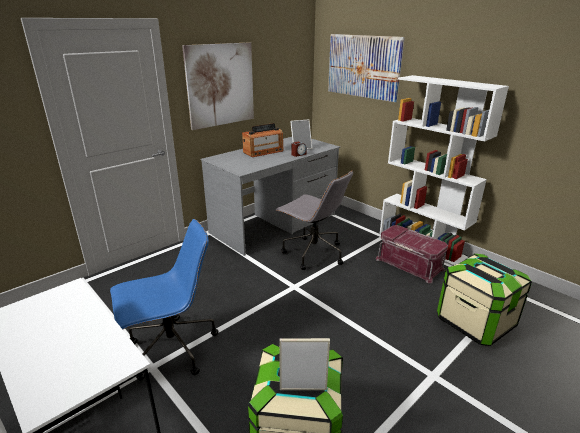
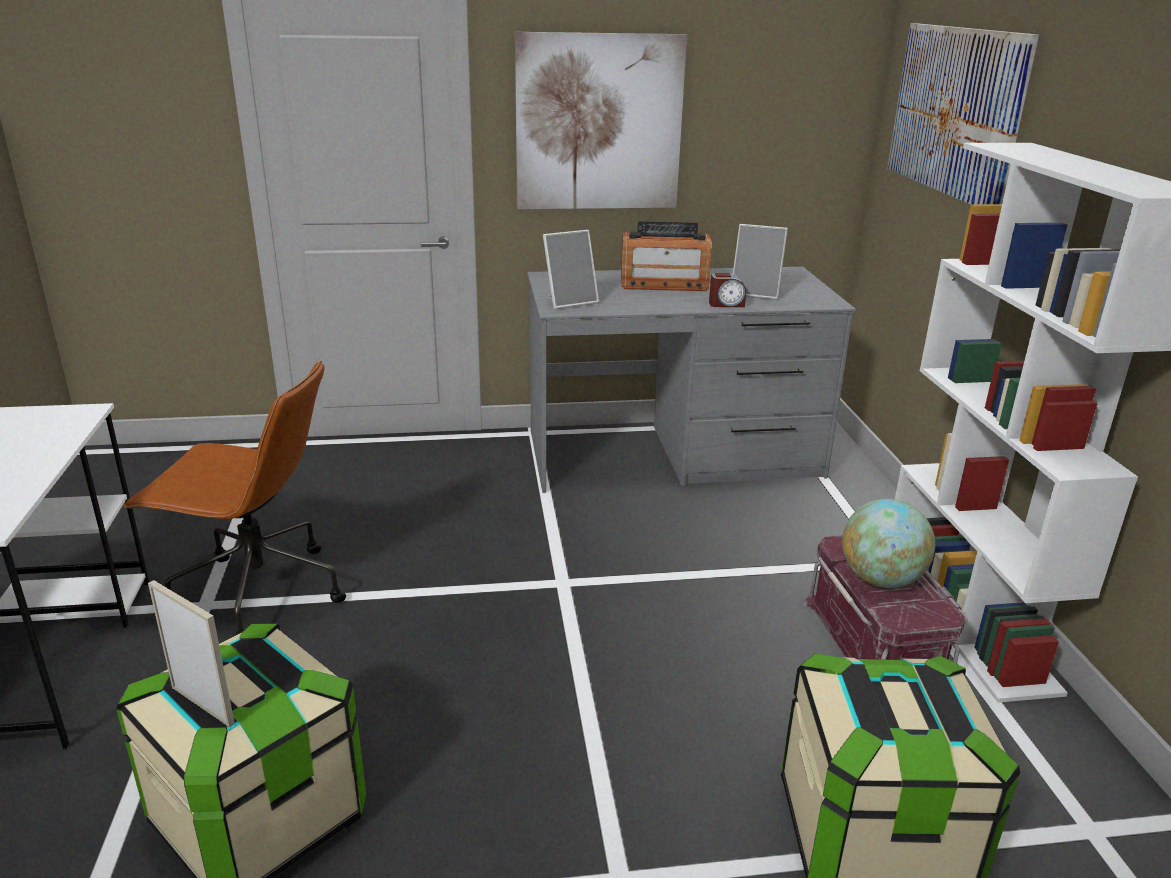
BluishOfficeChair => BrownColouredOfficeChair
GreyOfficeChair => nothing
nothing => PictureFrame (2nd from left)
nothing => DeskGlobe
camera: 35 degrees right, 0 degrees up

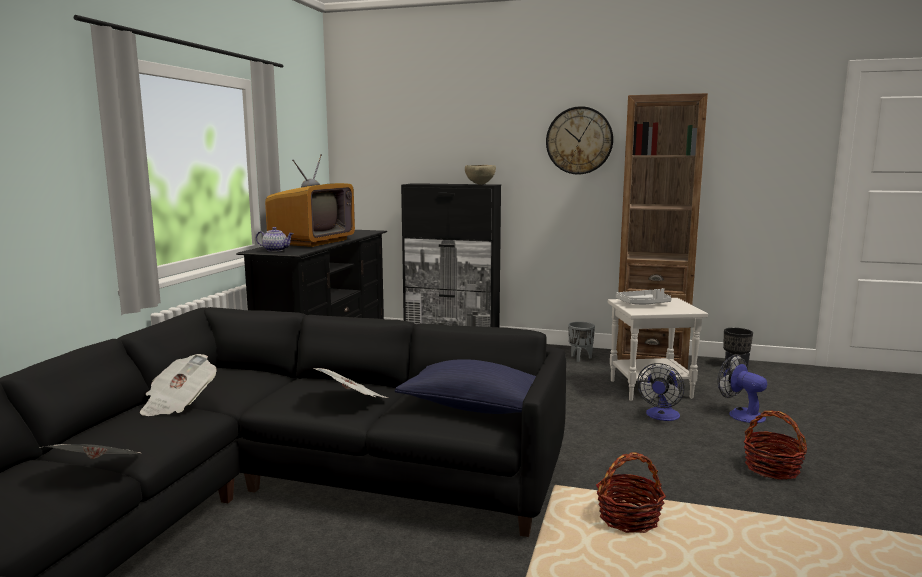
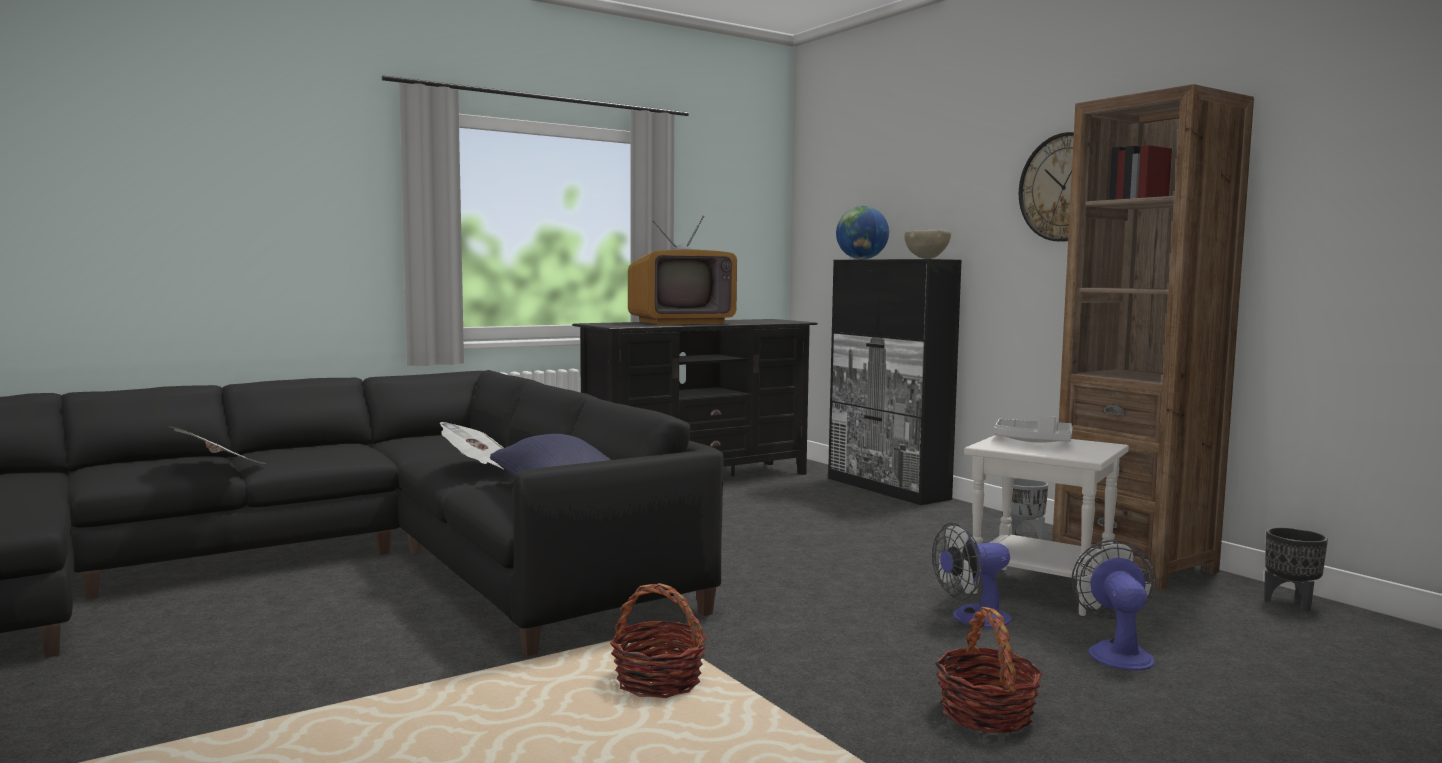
DailyPaper (2nd from left) => nothing
PotForTea => nothing
nothing => DeskGlobe
camera: 40 degrees right, 5 degrees down

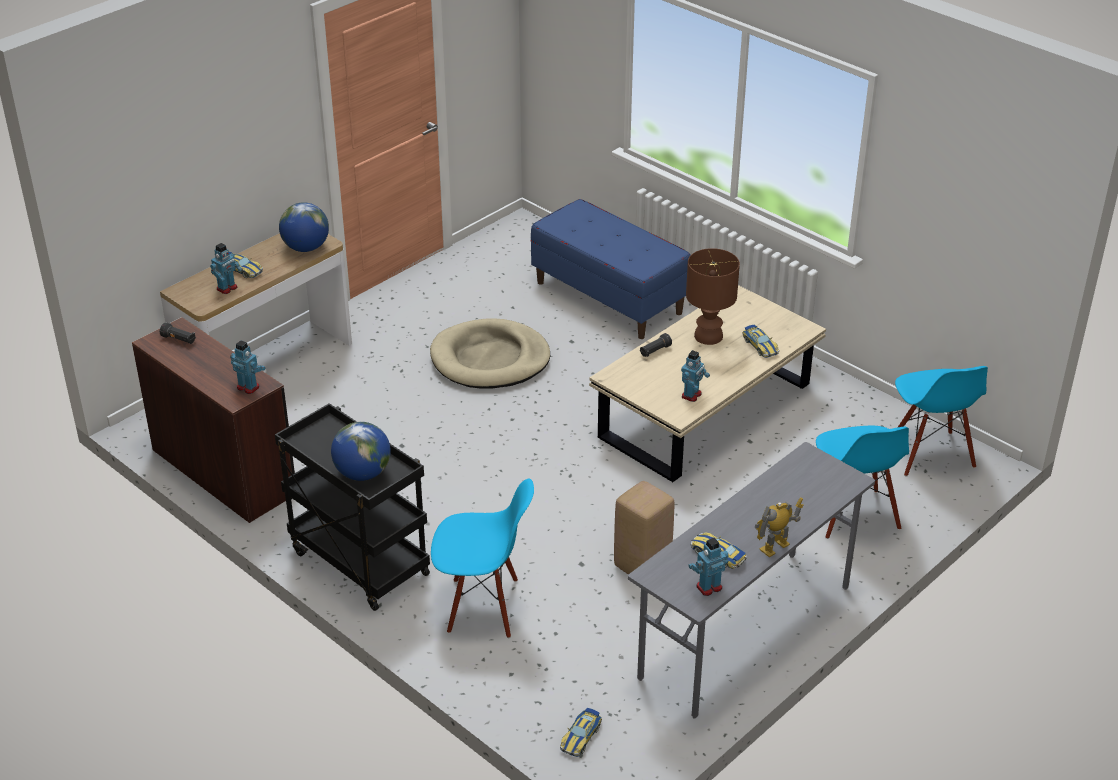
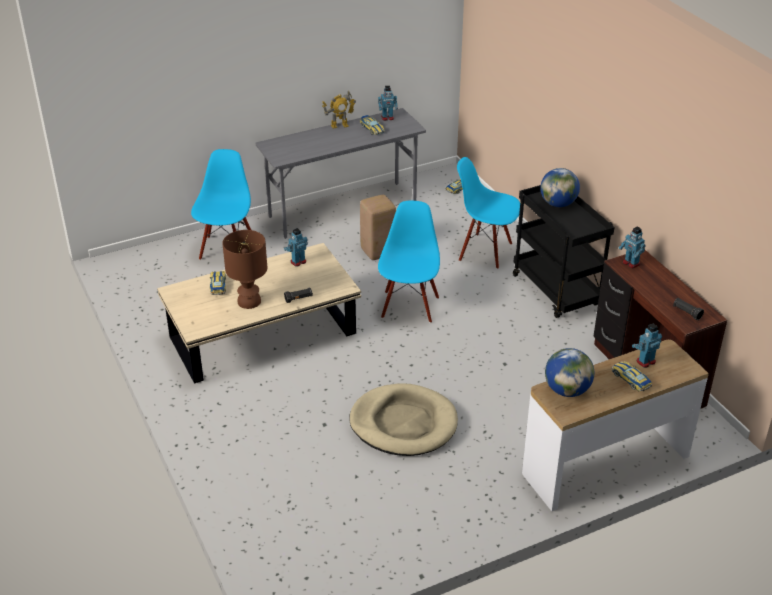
BluishBench => nothing
BluishChair (3rd from left in the first image) => BluishChair (2nd from left), move
camera: 160 degrees left, 0 degrees up

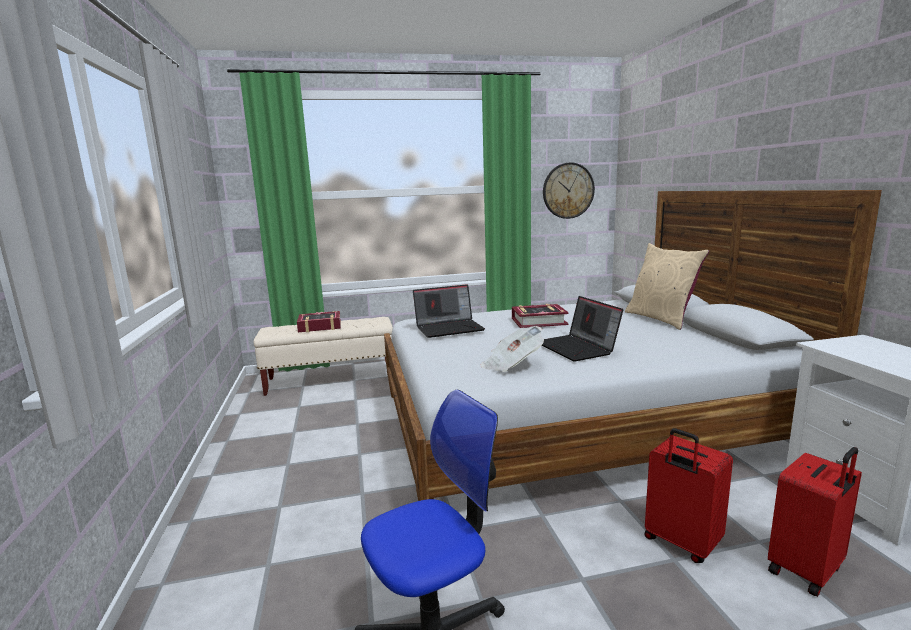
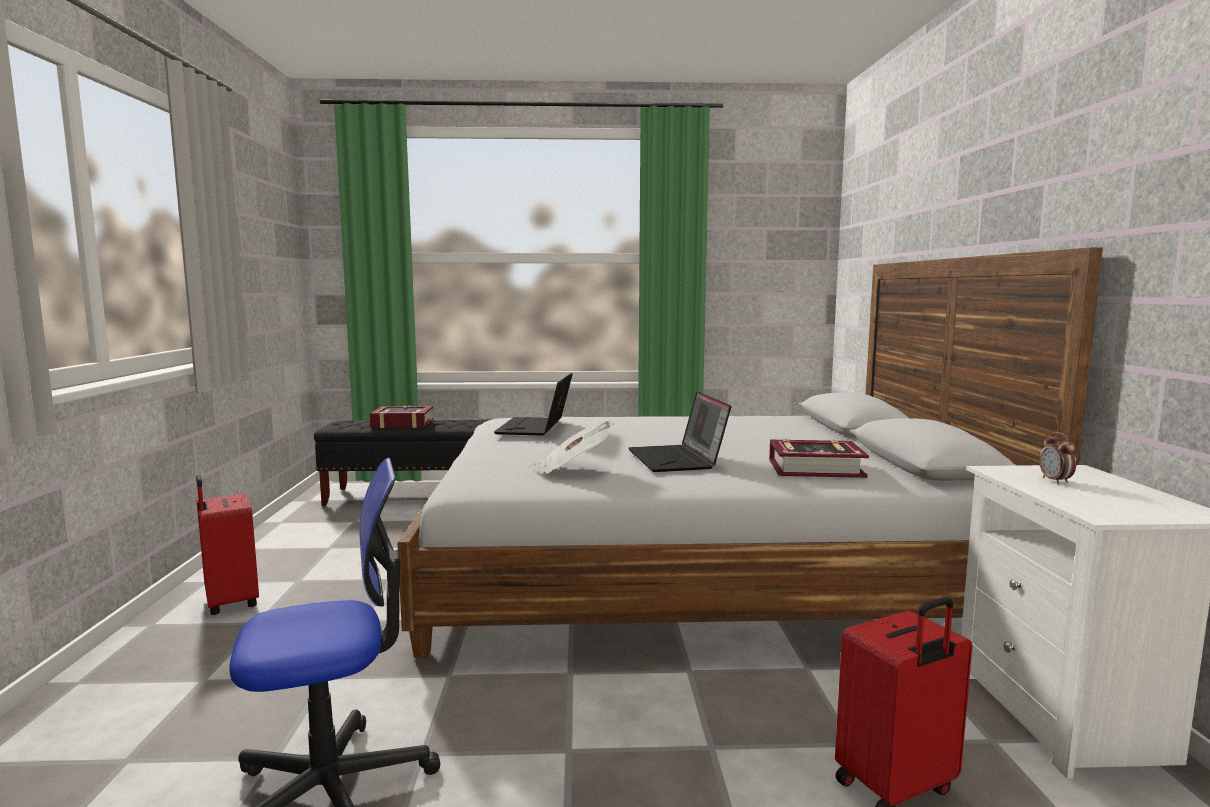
BeigeColouredBench => BlackishBench
Laptop (1st from left), 105 degrees clockwise
Volume (2nd from left), move
HangingClock => nothing
BeigeColouredThrowPillow => nothing
RedColouredSuitcase (1st from left), move
nothing => AlarmClock
camera: 10 degrees right, 5 degrees down

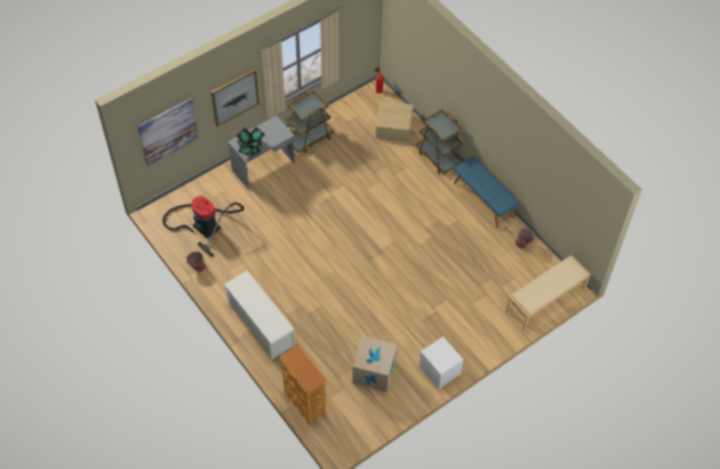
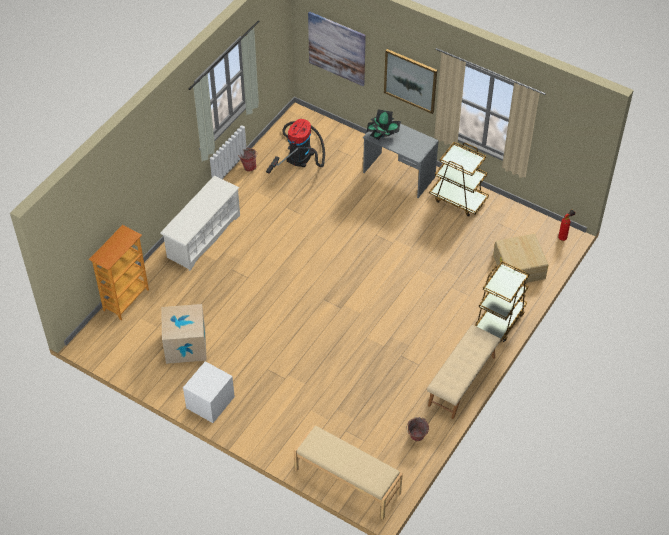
BluishBench => BeigeColouredBench (2nd from left)
camera: 70 degrees right, 5 degrees down

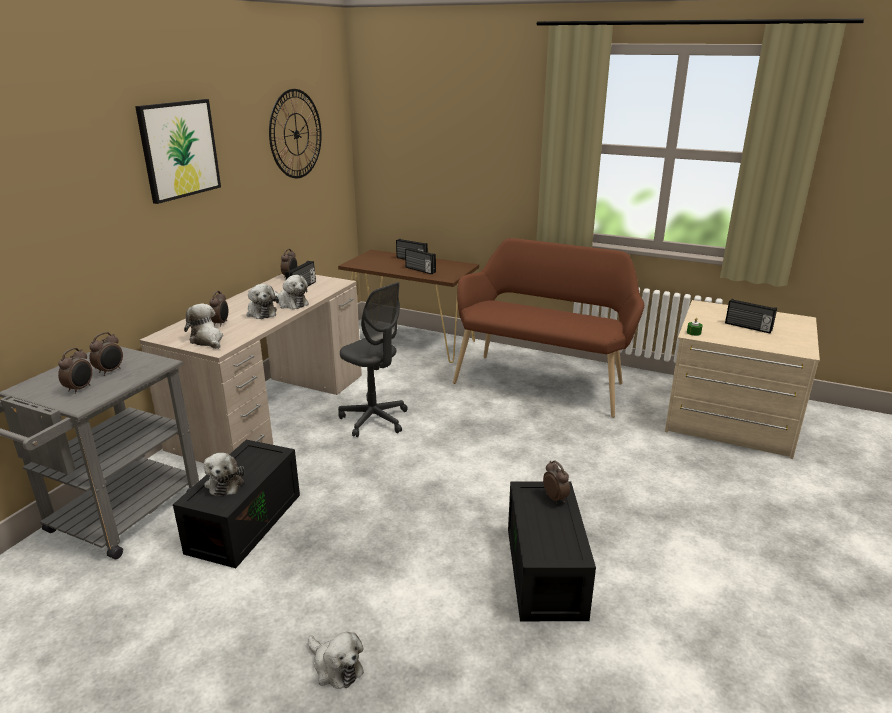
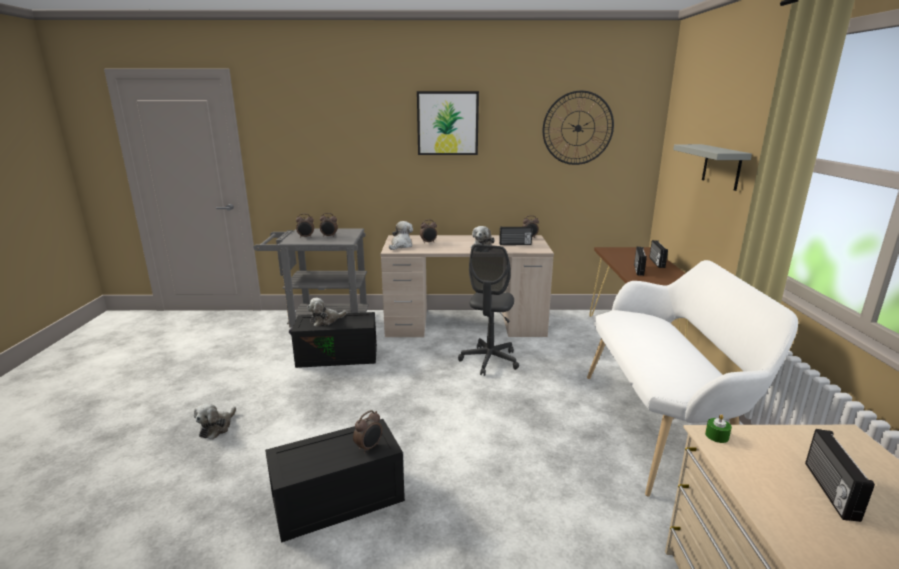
PlushToy (3rd from left) => nothing
BrownColouredBench => WhiteColouredBench
nothing => GreyWallShelf
camera: 65 degrees right, 5 degrees down

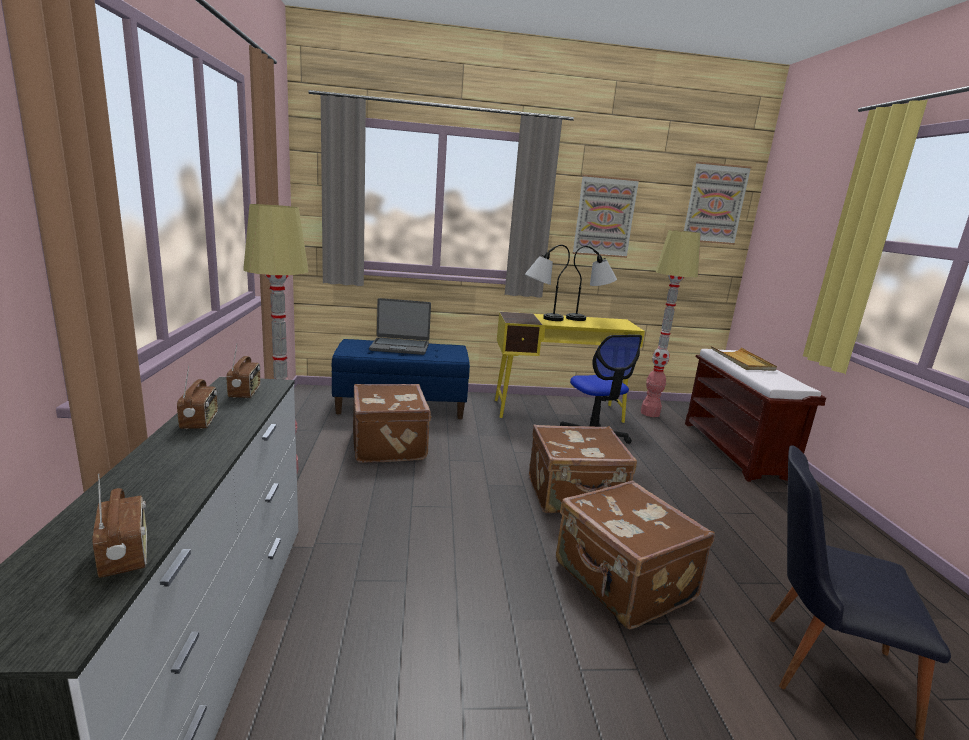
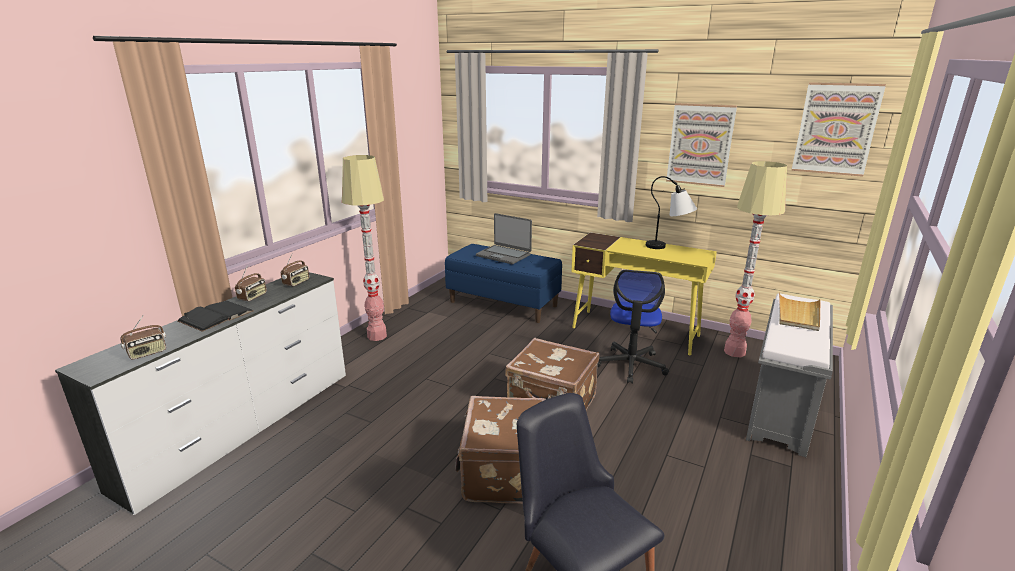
RadioReceiver (1st from left), 45 degrees clockwise
BrownColouredSuitcase (1st from left) => nothing
TableLamp (1st from left) => nothing
BrownColouredBench => GreyBench
nothing => BlackishVolume
camera: 35 degrees right, 5 degrees up

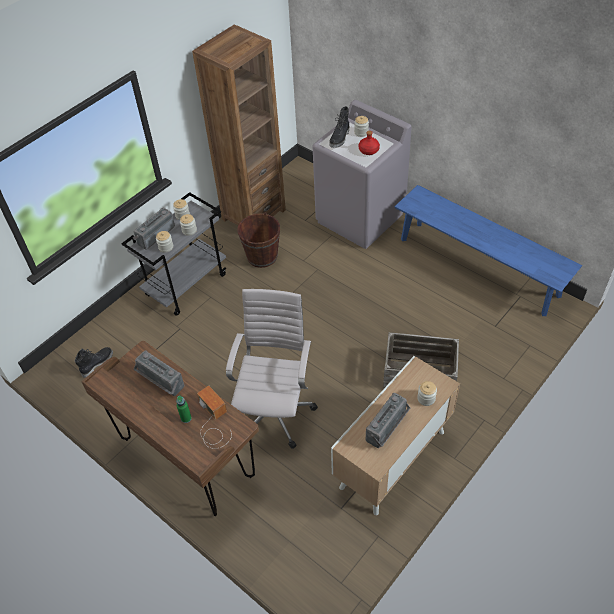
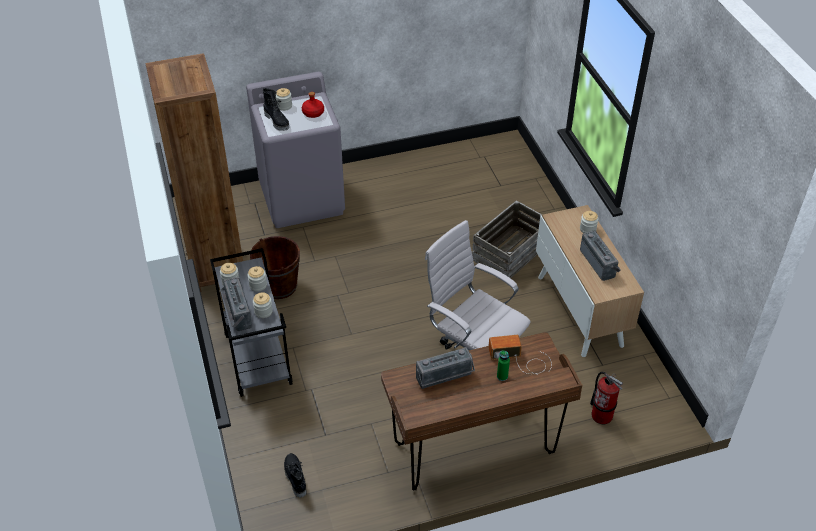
BluishBench => nothing
nothing => FireFightingCylinder
camera: 60 degrees left, 5 degrees down

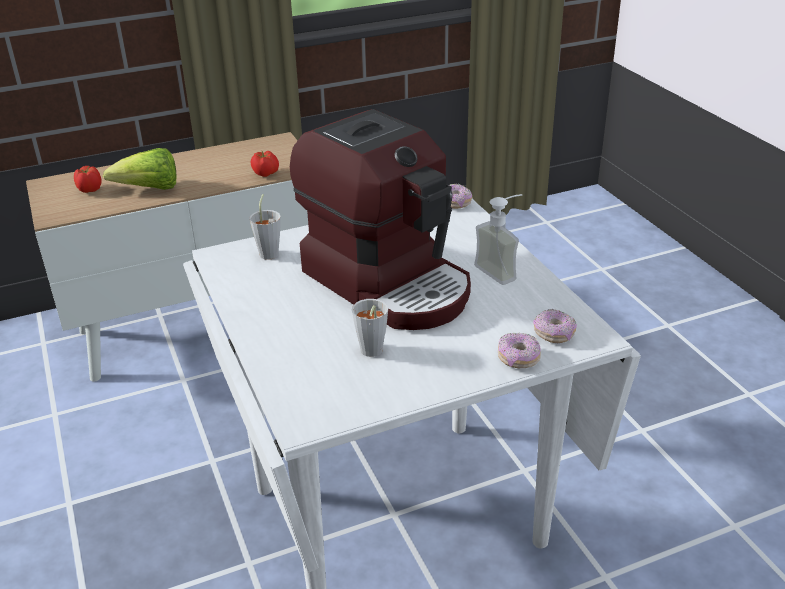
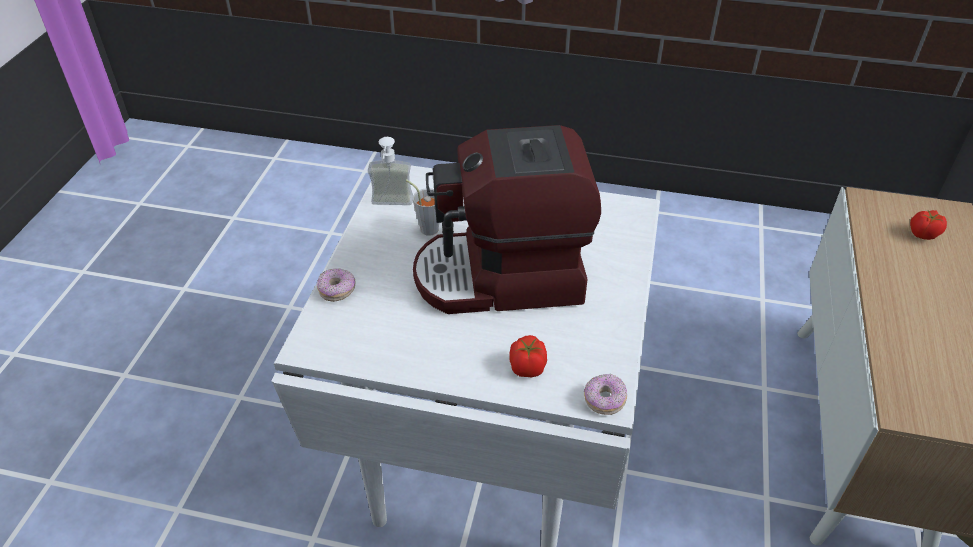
Lettuce => nothing
GreyCup (1st from left) => nothing
FreshTomato (2nd from left in the first image) => FreshTomato (1st from left), move
SoapBottle, move
Doughnut (3rd from left) => nothing
camera: 125 degrees right, 10 degrees up

